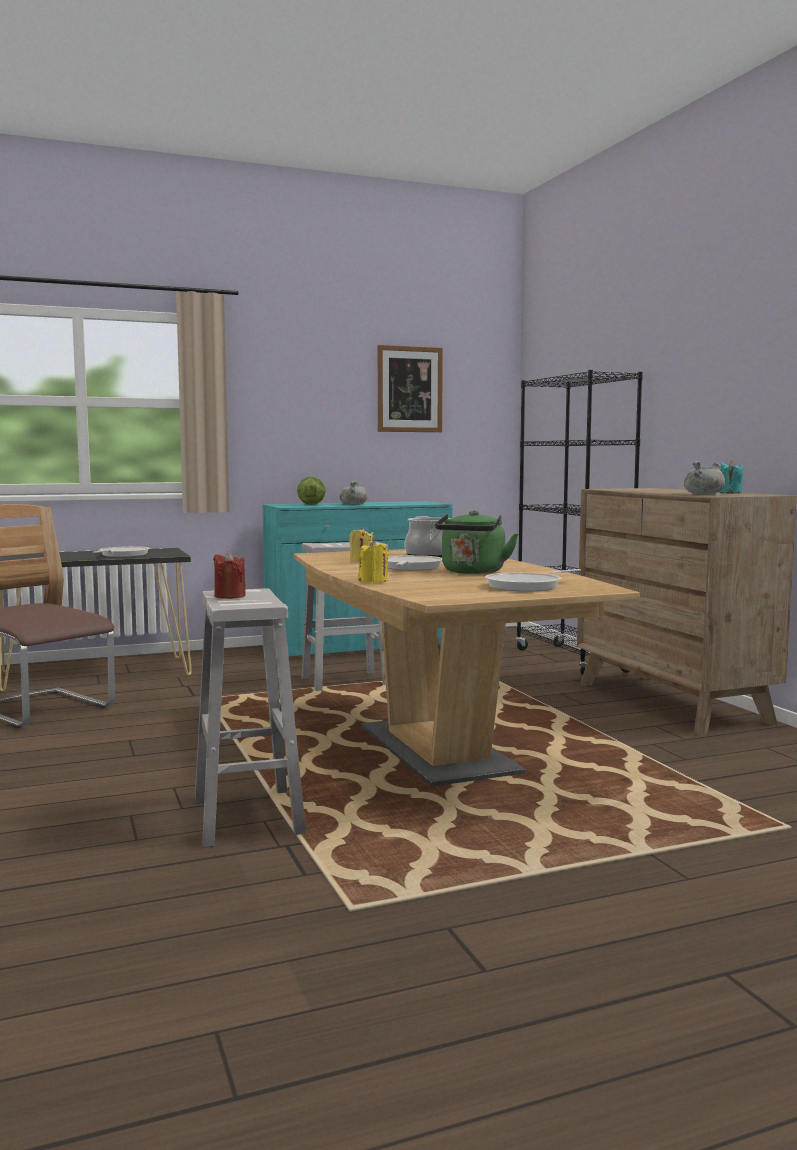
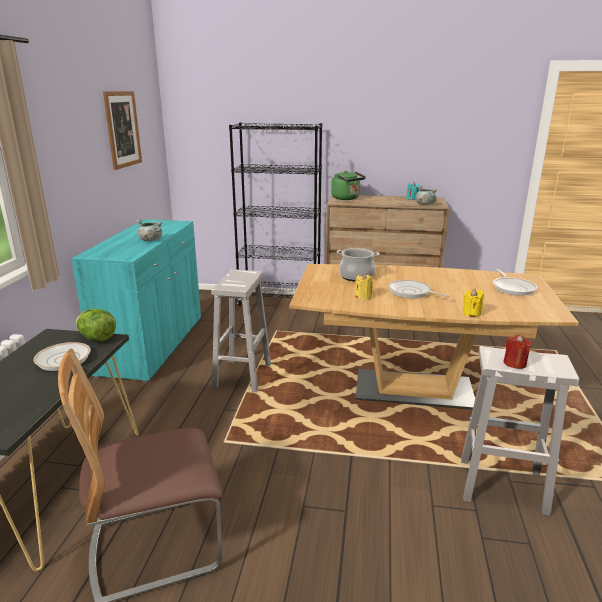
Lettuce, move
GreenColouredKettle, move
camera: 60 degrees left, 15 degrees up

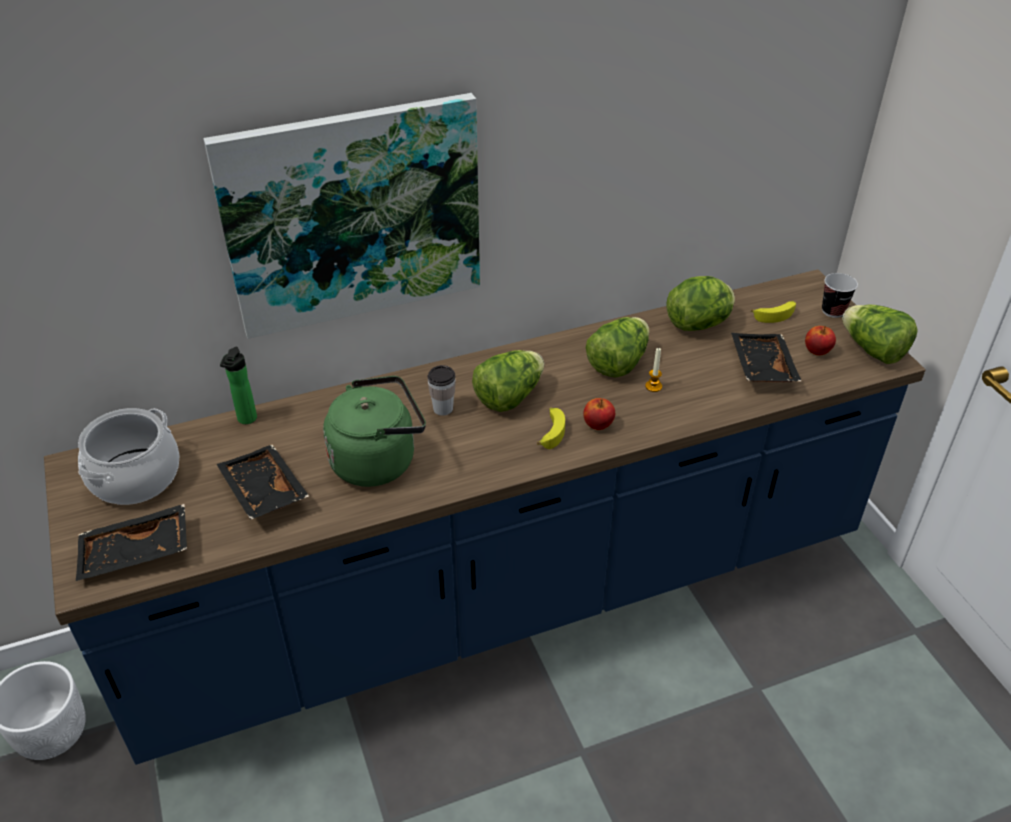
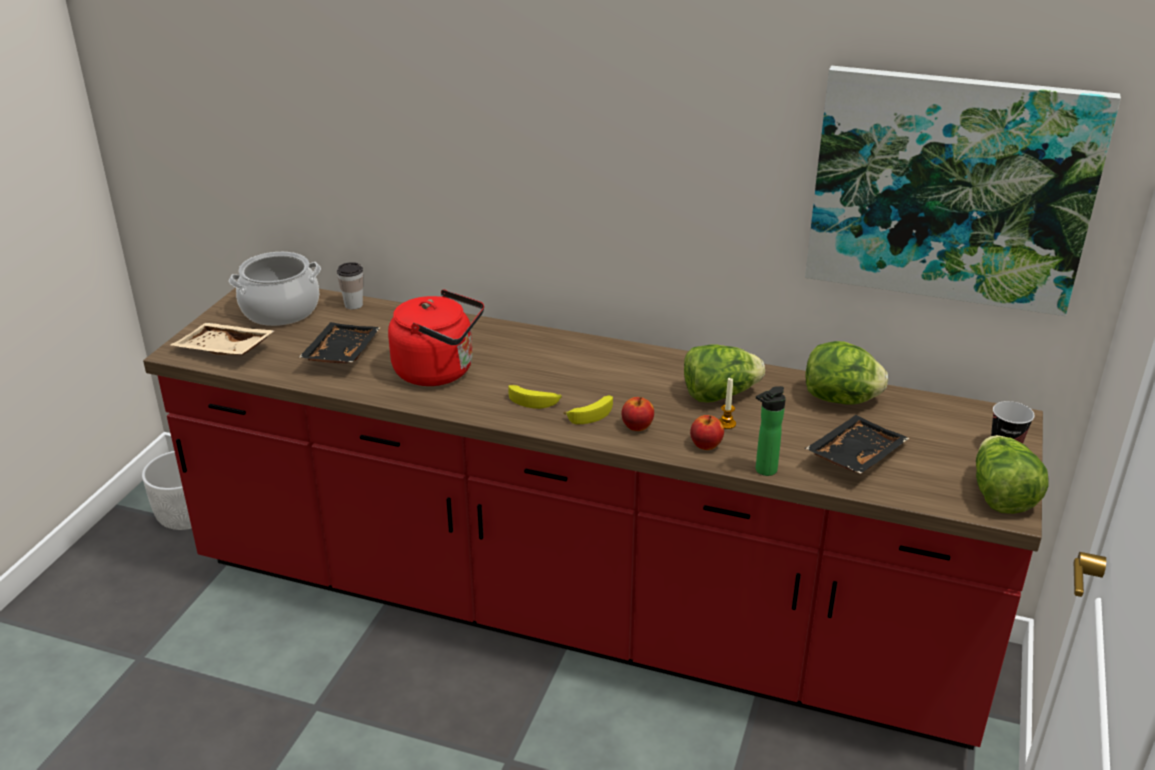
BluishCounter => RedColouredCounter
BlackishCarryingTray (1st from left) => BeigeColouredCarryingTray
WallArt, move
BeverageBottle, move
GreenColouredKettle => RedColouredKettle
Cup (1st from left), move
Lettuce (1st from left) => nothing
BananaFruit (2nd from left in the first image) => BananaFruit (1st from left), move
AppleFruit (2nd from left), move
camera: 40 degrees right, 10 degrees down

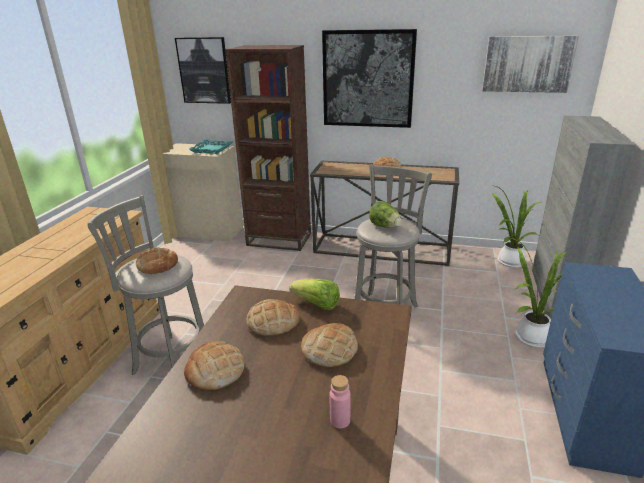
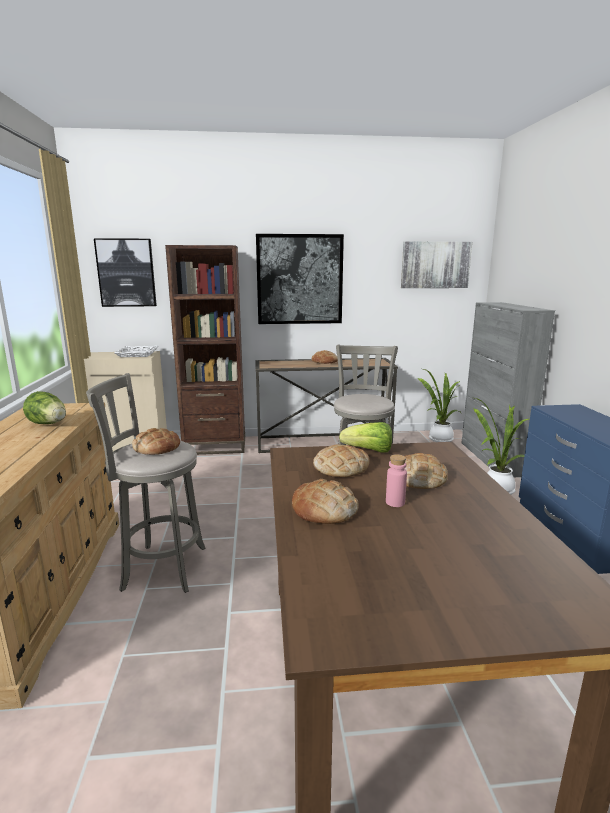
TurquoiseCarryingTray => WhiteColouredCarryingTray
PinkBeverageBottle, move
Lettuce (2nd from left in the first image) => Lettuce (1st from left), move
camera: 20 degrees left, 10 degrees down

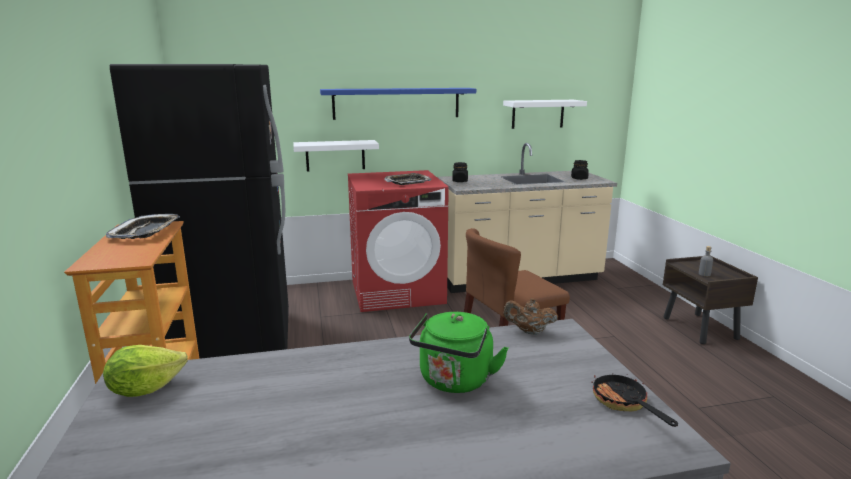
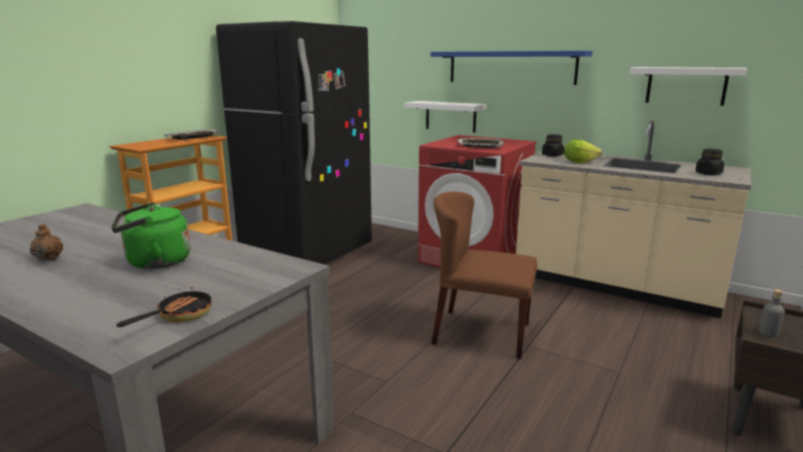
Lettuce, move
BrownColouredPotForTea, move
camera: 45 degrees right, 0 degrees up

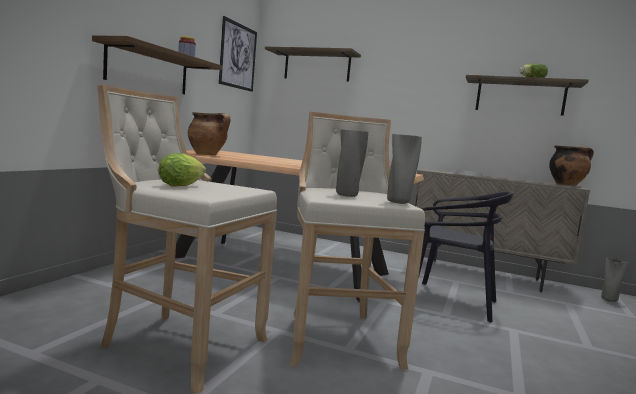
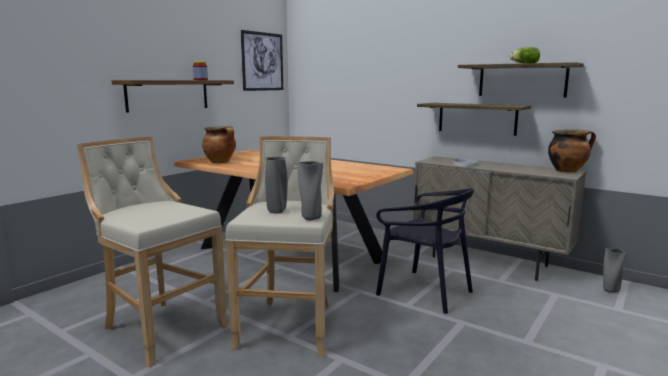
Lettuce (1st from left) => nothing
WallShelf (2nd from left), move
camera: 15 degrees right, 5 degrees up

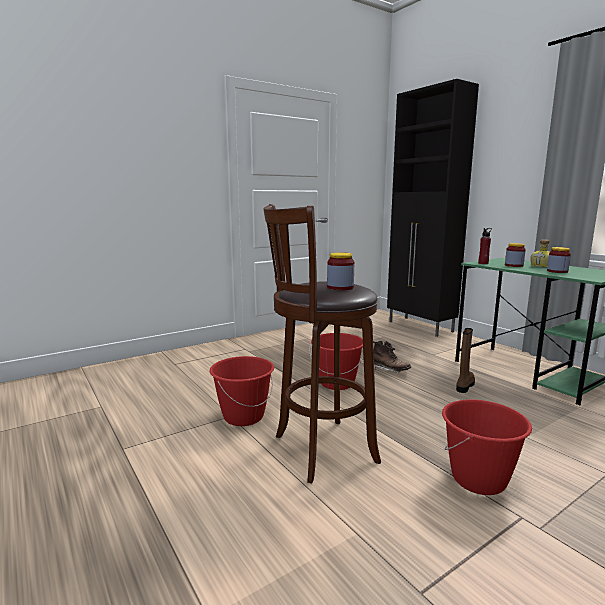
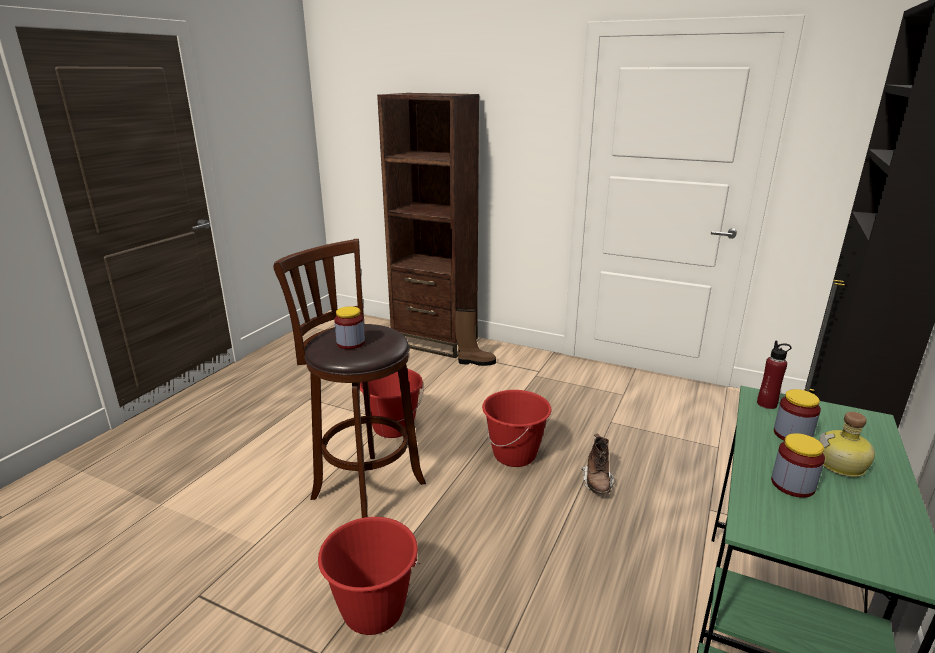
BrownColouredBoot (2nd from left in the first image) => BrownColouredBoot (1st from left), move
nothing => BrownColouredBookshelf
camera: 60 degrees right, 10 degrees up

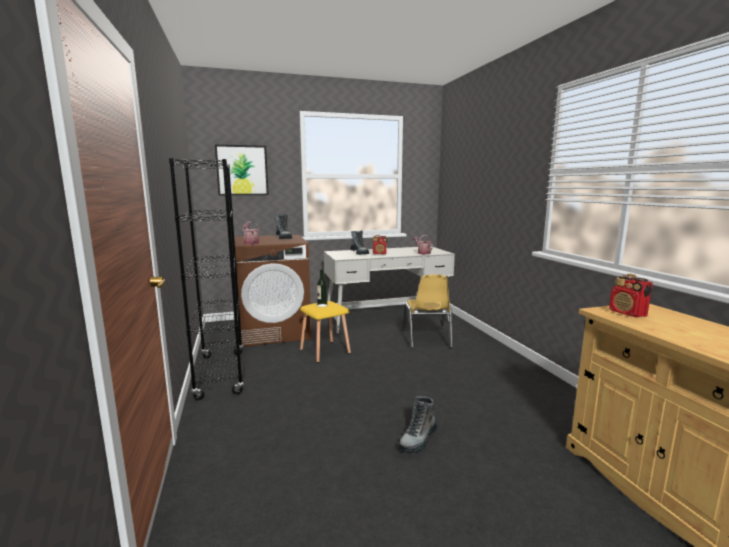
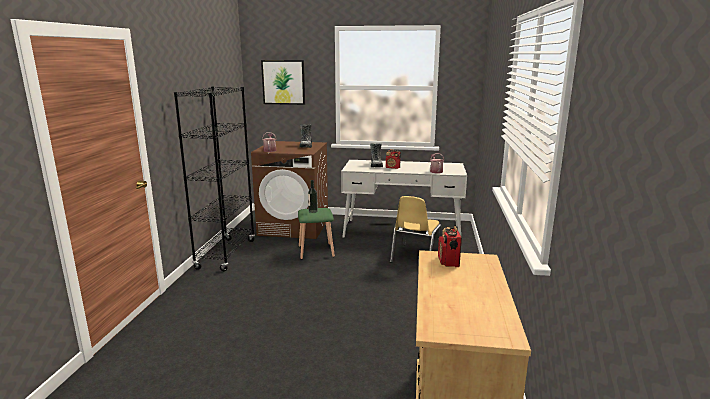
YellowishStoolSeat => GreenColouredStoolSeat
Boot (3rd from left) => nothing
camera: 25 degrees right, 5 degrees up

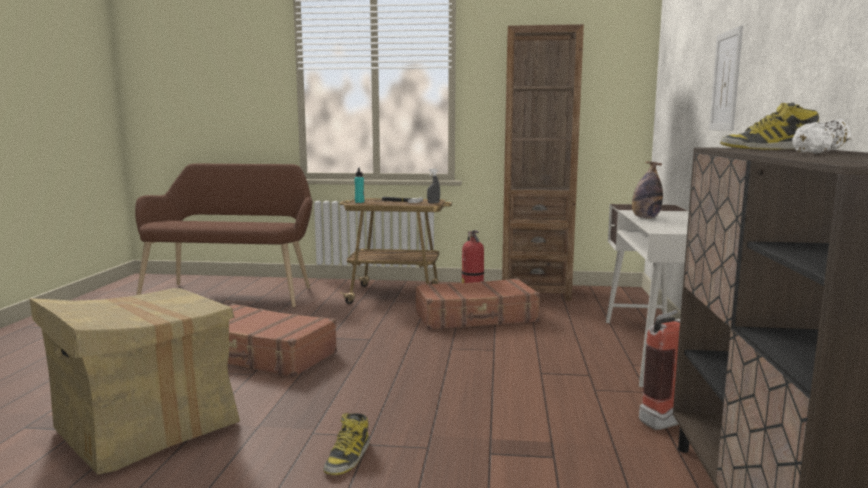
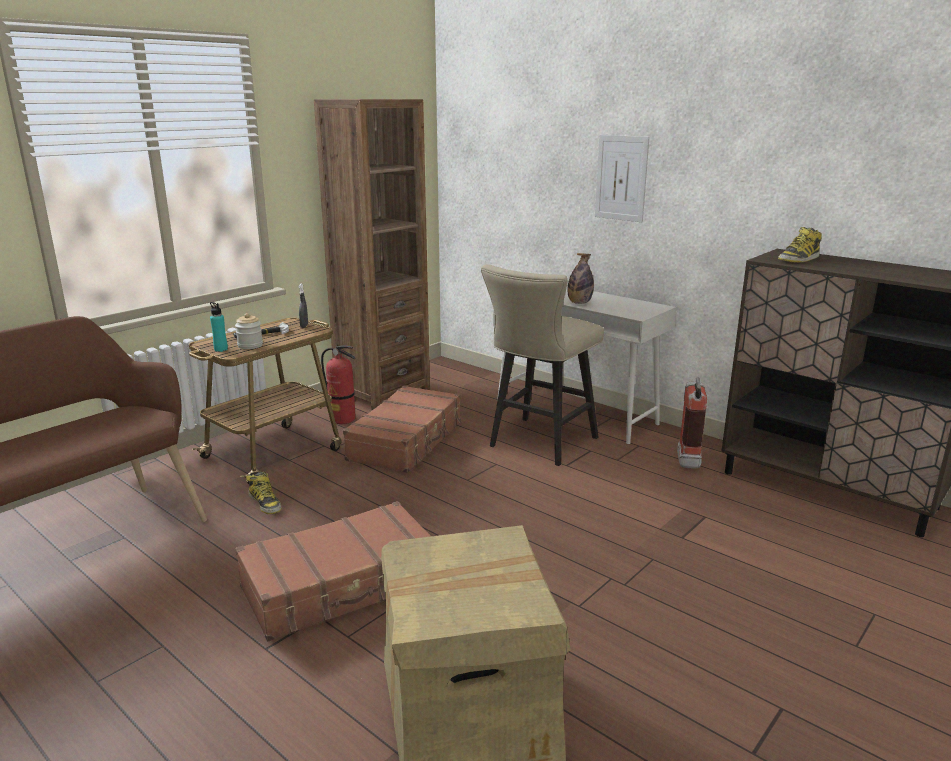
Boot (1st from left), move
WhiteColouredFreeWeight => nothing
nothing => Jar
nothing => BeigeColouredStoolSeat
camera: 55 degrees left, 10 degrees up

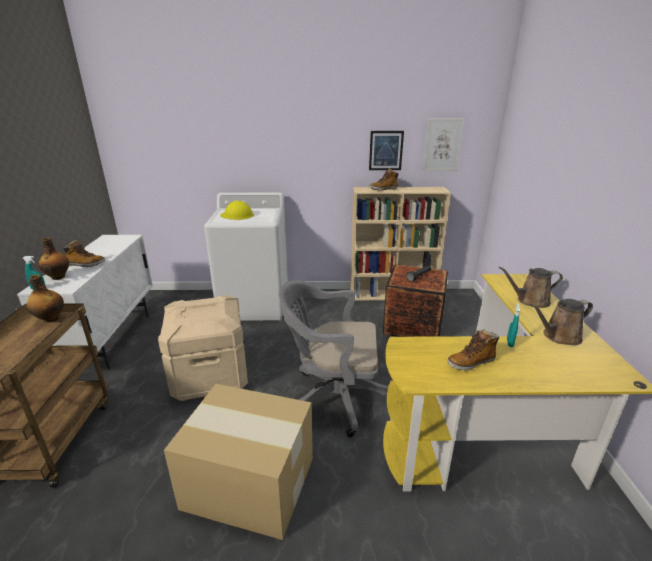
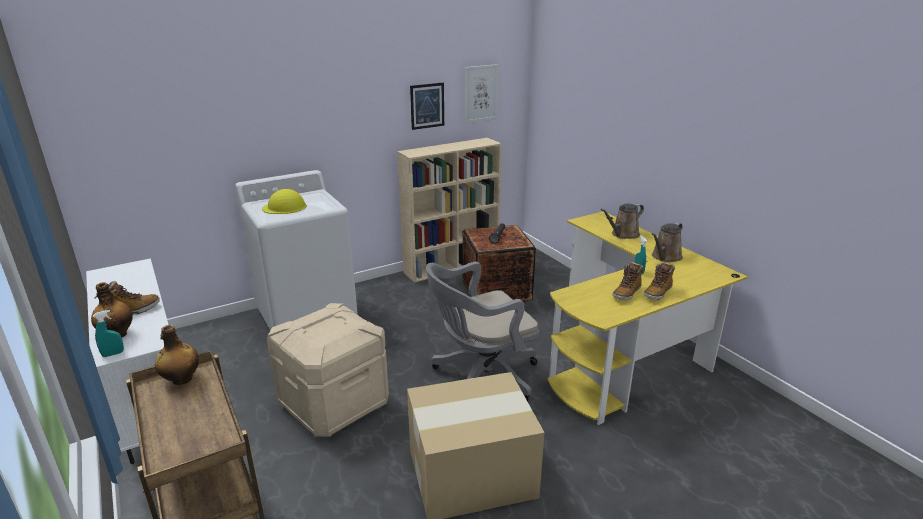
Boot (2nd from left in the first image) => Boot (3rd from left), move
camera: 30 degrees left, 0 degrees up

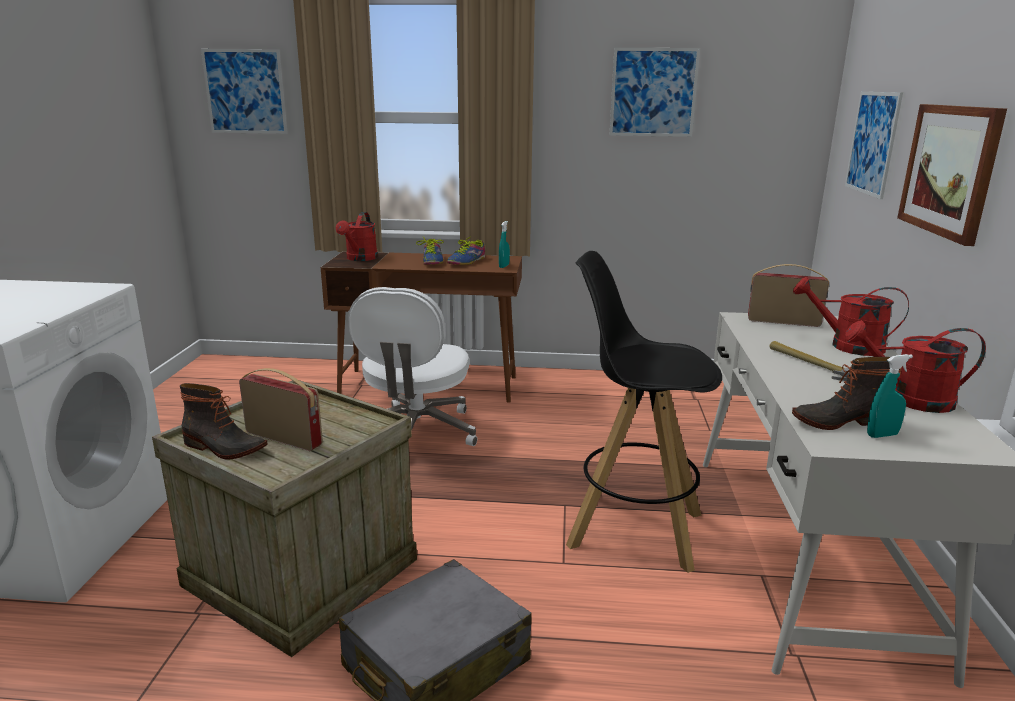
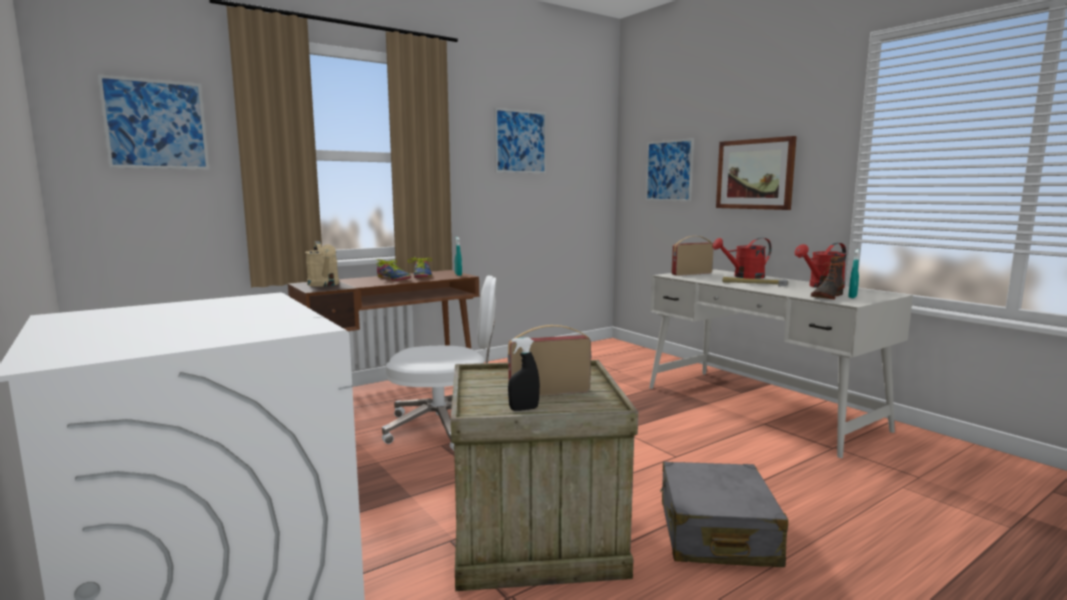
Boot (1st from left) => BlackishSprayer
RedColouredSprinklingCan (1st from left) => BeigeColouredSprinklingCan
WhiteColouredOfficeChair, 60 degrees counterclockwise
BlackishStoolSeat => nothing
camera: 40 degrees left, 10 degrees down

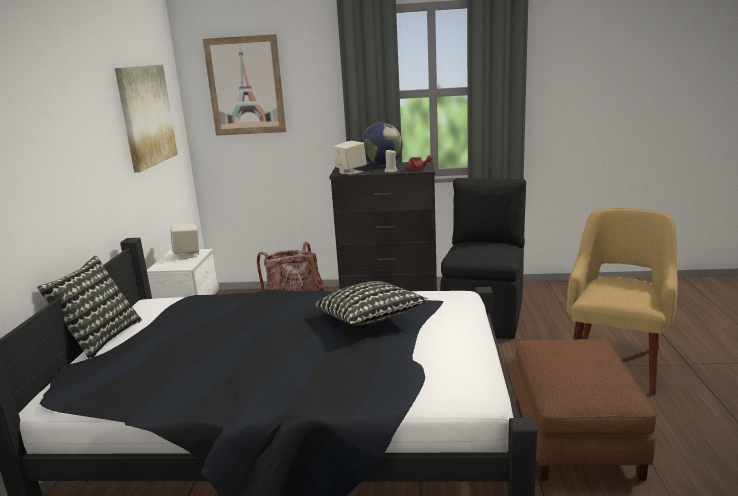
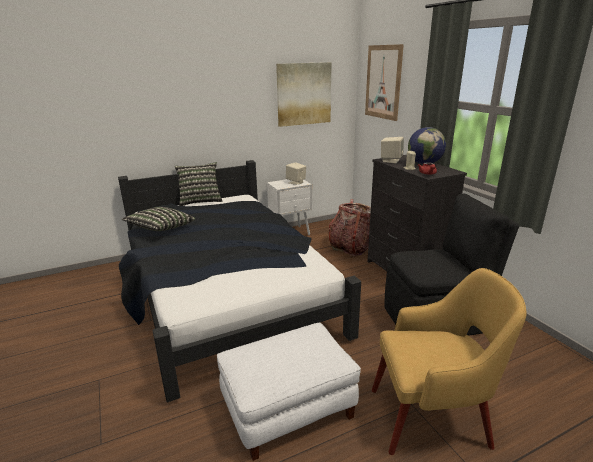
ThrowPillow (2nd from left in the first image) => ThrowPillow (1st from left), move
BrownColouredFootrest => WhiteColouredFootrest
camera: 60 degrees right, 5 degrees up

